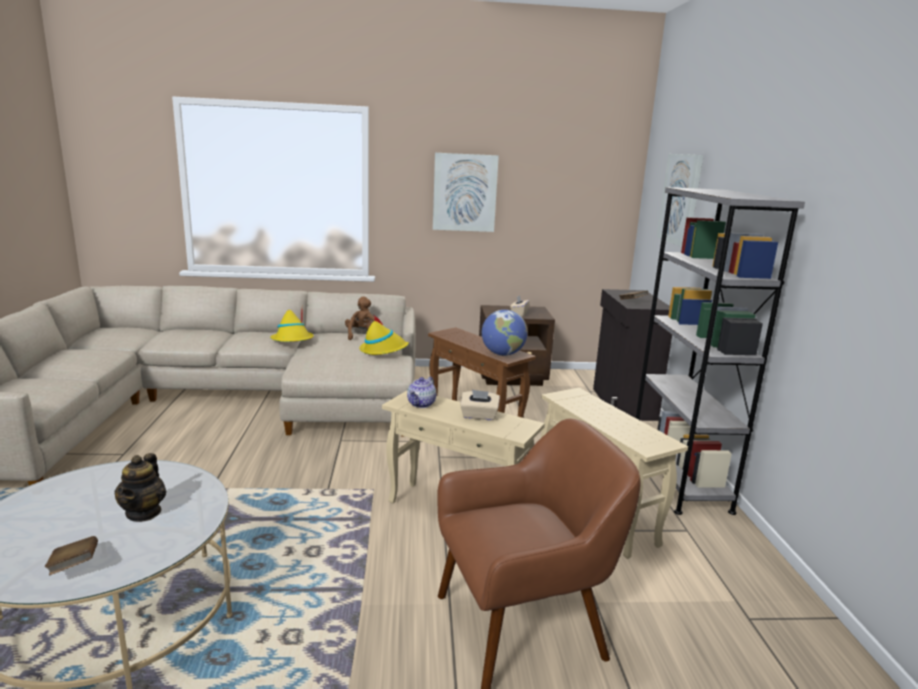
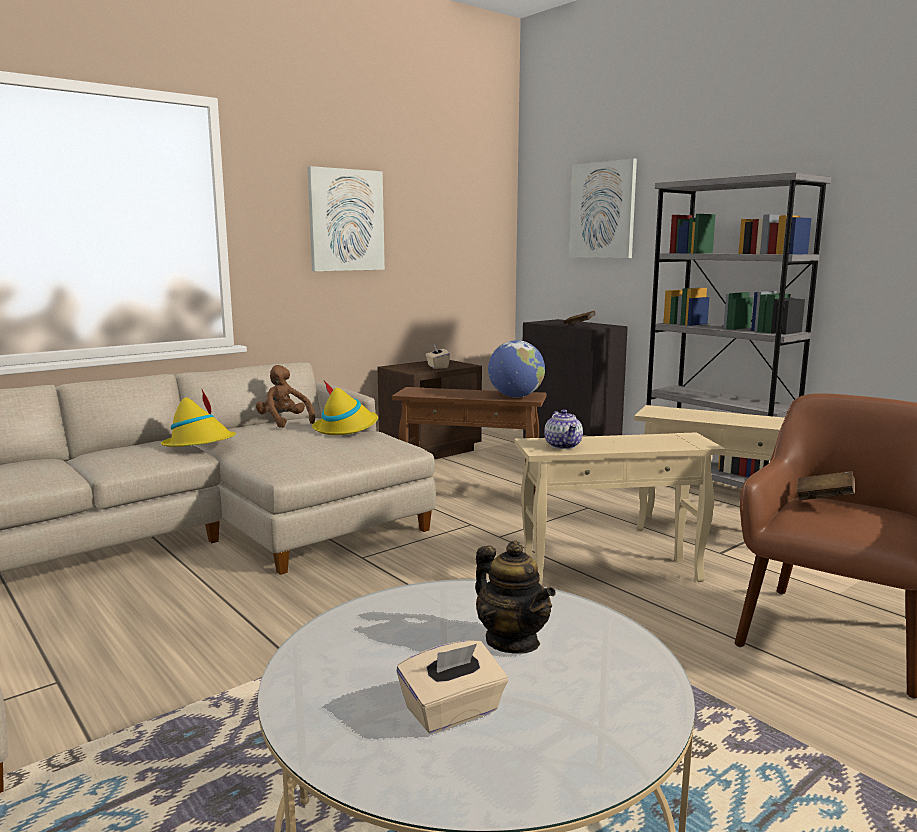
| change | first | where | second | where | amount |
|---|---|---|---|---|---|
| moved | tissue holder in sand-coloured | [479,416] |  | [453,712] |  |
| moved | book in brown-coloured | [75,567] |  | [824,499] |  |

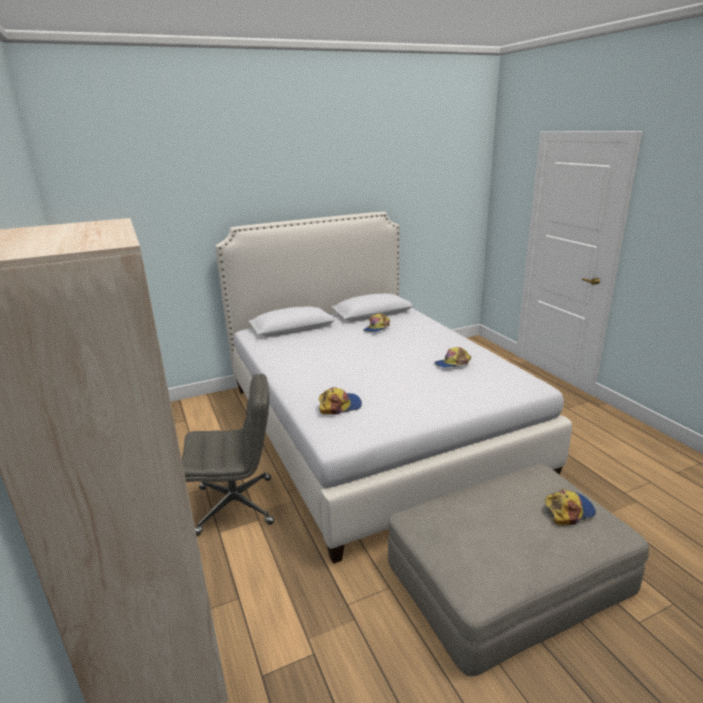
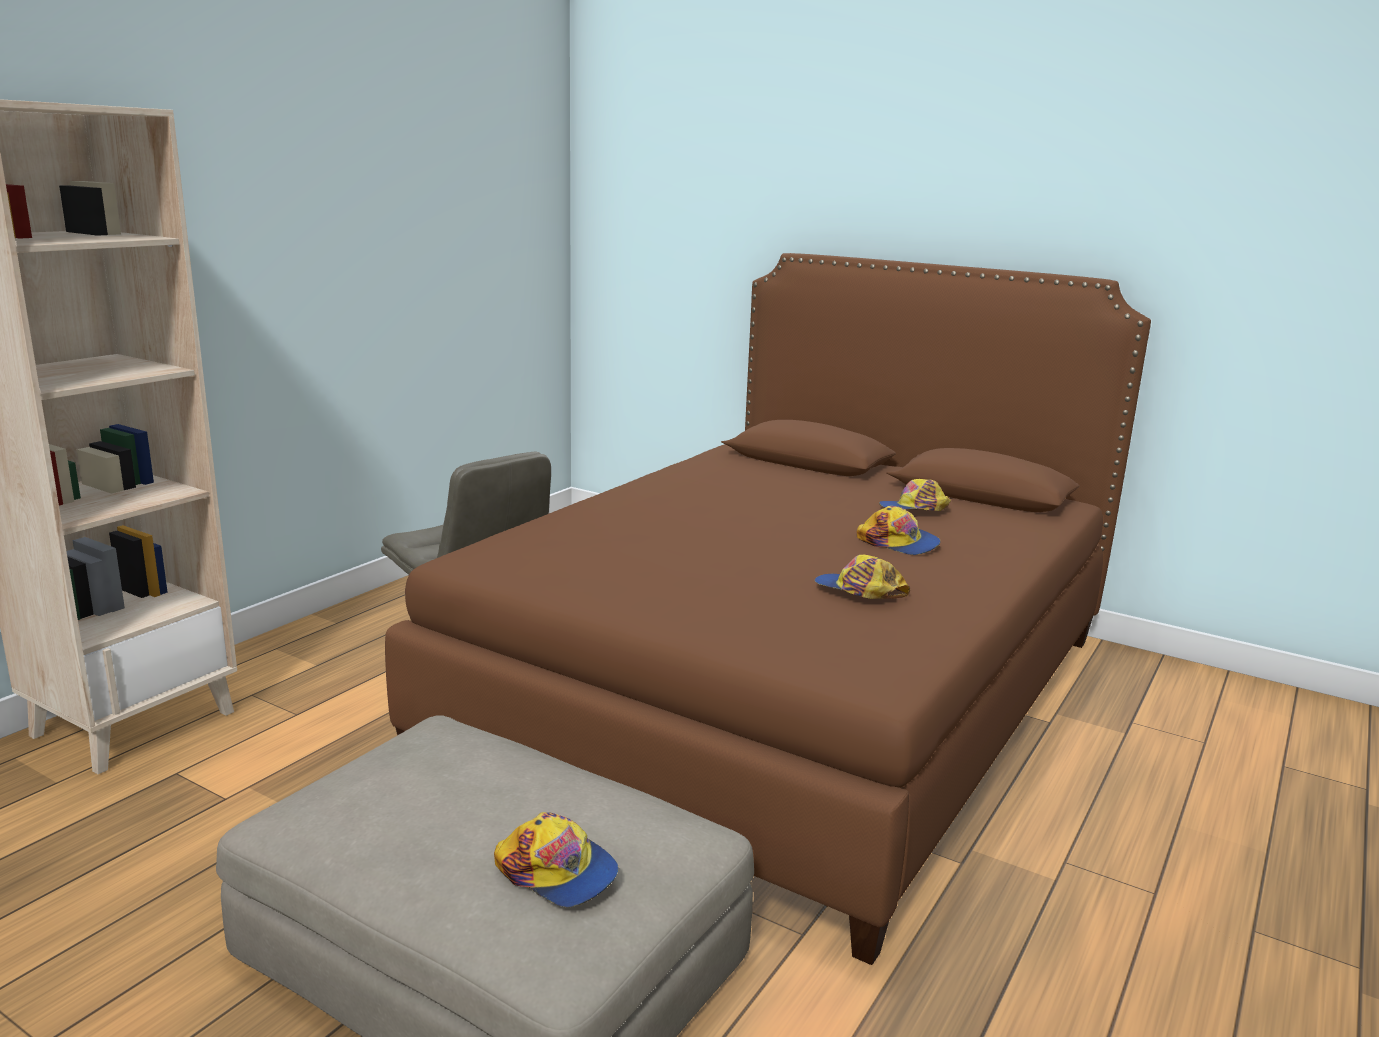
| change | first | where | second | where | amount |
|---|---|---|---|---|---|
| recoloured | sleeping bed in whitish | [371,428] | sleeping bed in brown-coloured | [789,693] |  |
| moved | cap | [340,405] |  | [899,543] |  |

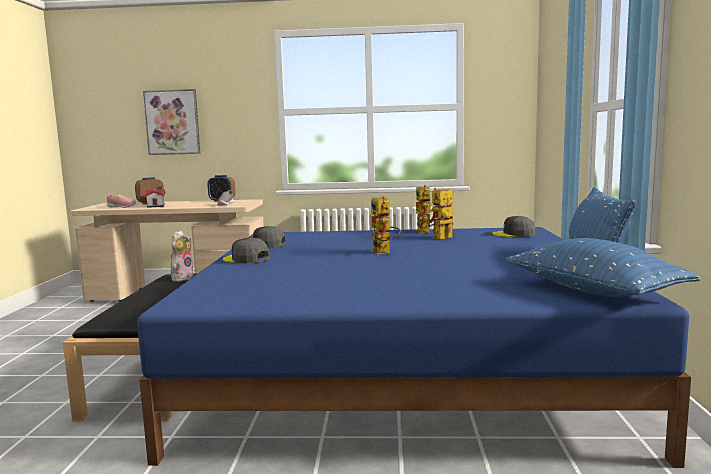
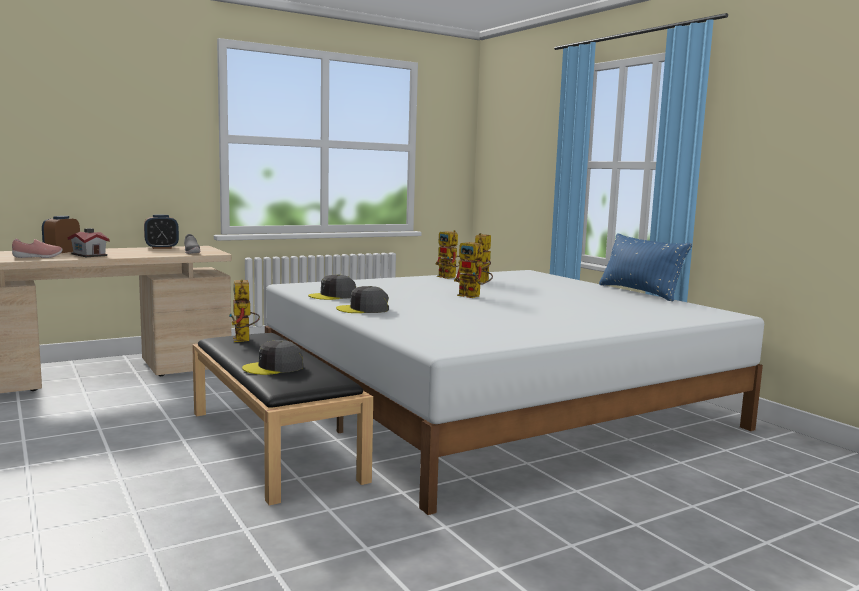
| change | first | where | second | where | amount |
|---|---|---|---|---|---|
| replaced | cuddly toy | [182,278] | toy robot | [244,340] |  |
| moved | cap in gray | [514,234] |  | [274,367] |  |
| recoloured | sleeping bed in bluish | [401,367] | sleeping bed in whitish | [493,405] |  |
| removed | wall art | [172,122] |  |  |  |
| removed | pillow in bluish | [593,291] |  |  |  |

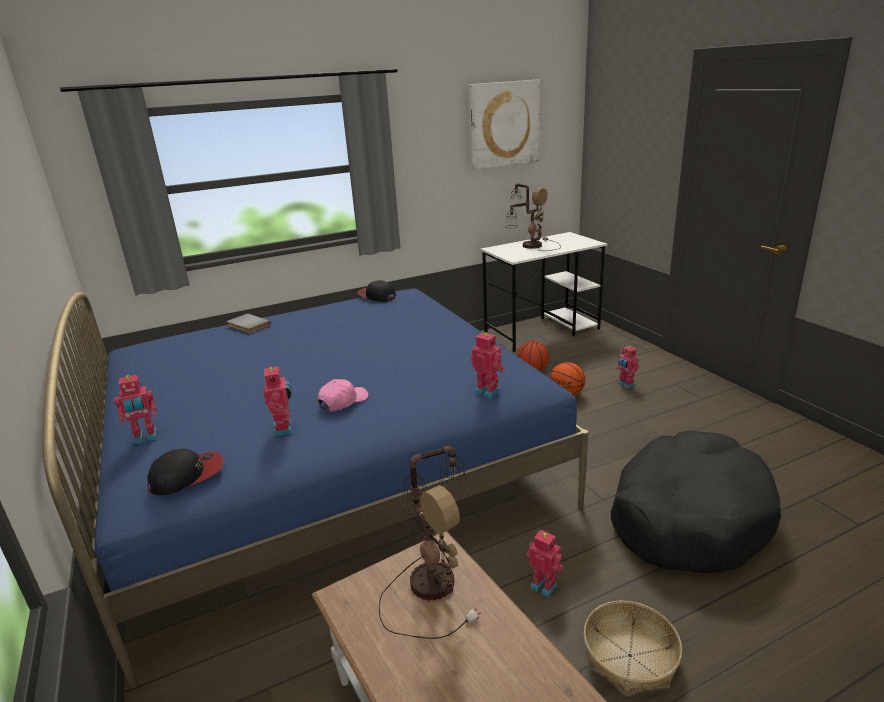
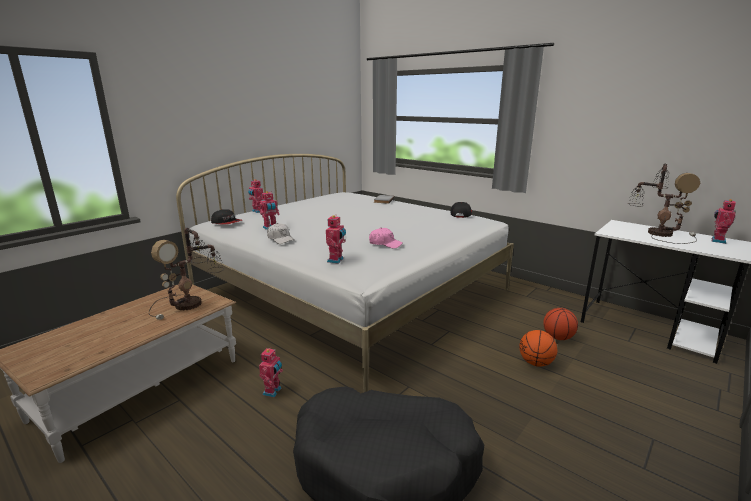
| change | first | where | second | where | amount |
|---|---|---|---|---|---|
| recoloured | sleeping bed in bluish | [328,469] | sleeping bed in whitish | [352,292] |  |
| added |  |  | cap in whitish | [280,239] |  |
| moved | cap in pinkish | [343,401] |  | [385,244] |  |
| moved | toy robot | [625,384] |  | [717,240] |  |
| removed | wall art | [503,124] |  |  |  |
| removed | storage basket | [629,655] |  |  |  |

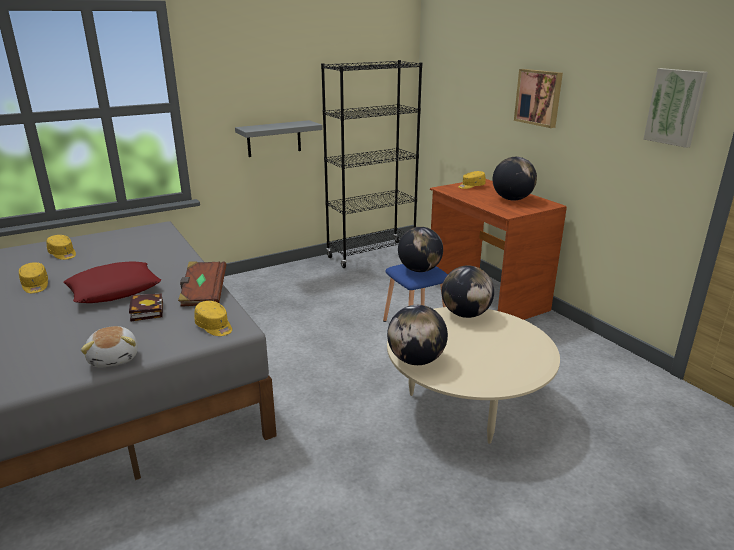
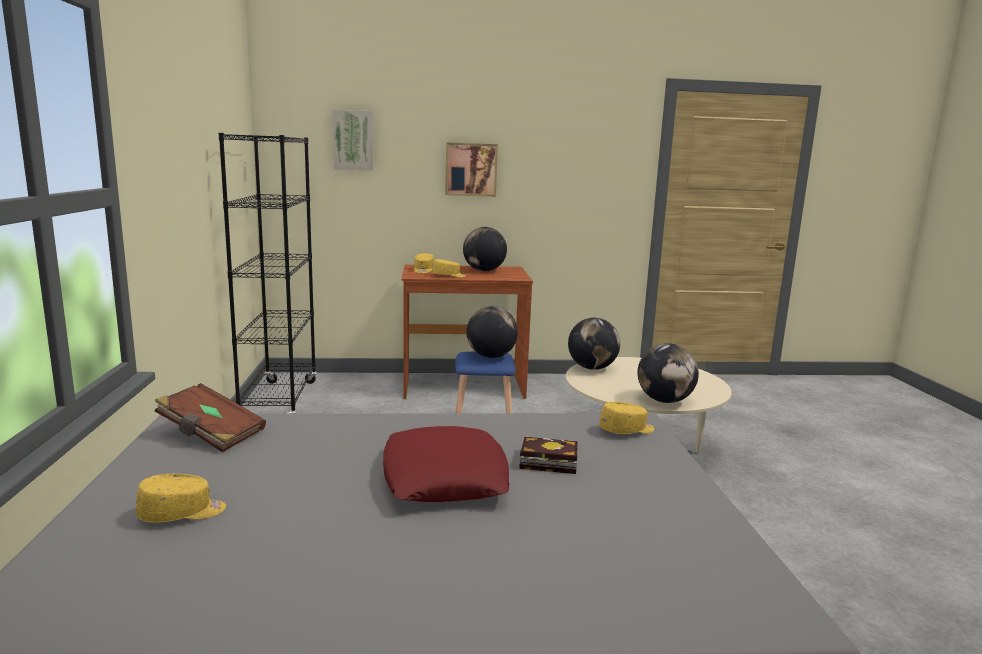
| change | first | where | second | where | amount |
|---|---|---|---|---|---|
| moved | book in brown-coloured | [203,294] |  | [211,434] |  |
| moved | wall art | [675,107] |  | [353,140] |  |
| moved | cap in yellowish | [35,285] |  | [449,276] |  |
| removed | cuddly toy | [115,358] |  |  |  |
| removed | wall shelf in gray | [274,138] |  |  |  |

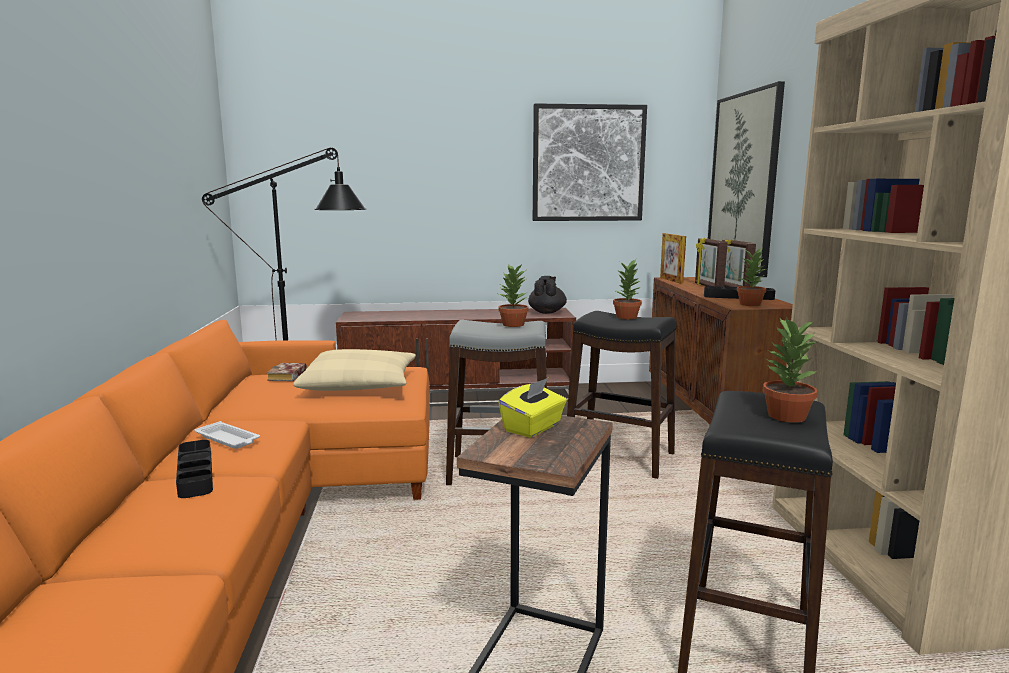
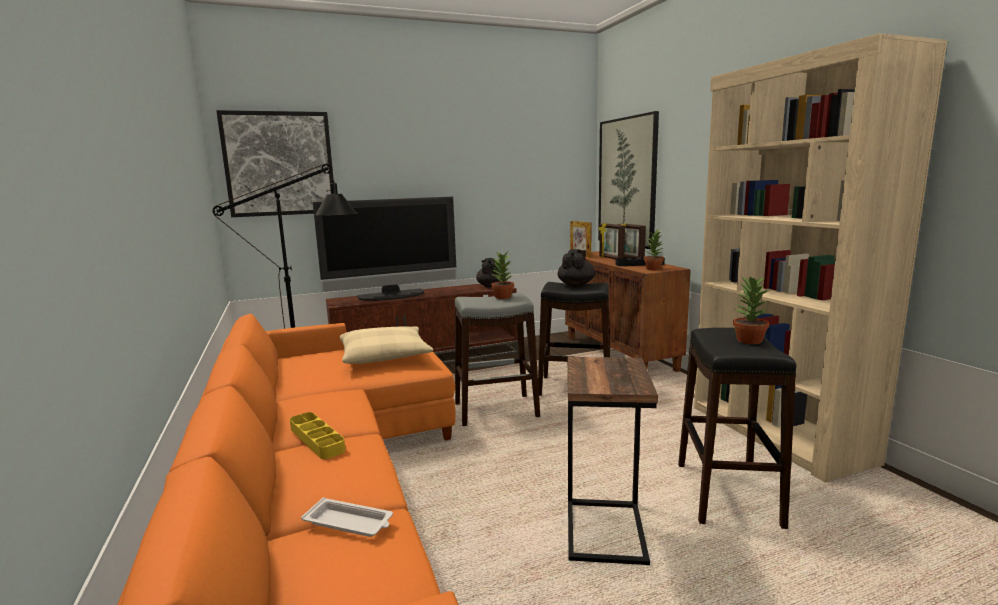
| change | first | where | second | where | amount |
|---|---|---|---|---|---|
| moved | wall art | [588,163] |  | [279,164] |  |
| recoloured | carrying tray in black-coloured | [195,473] | carrying tray in yellowish | [317,439] |  |
| moved | carrying tray in whitish | [228,439] |  | [349,523] |  |
| added |  |  | TV | [392,296] |  |
| replaced | houseplant | [627,317] | tea pot in black-coloured | [576,285] |  |
| removed | book | [288,376] |  |  |  |
| removed | tissue holder in yellowish | [533,428] |  |  |  |

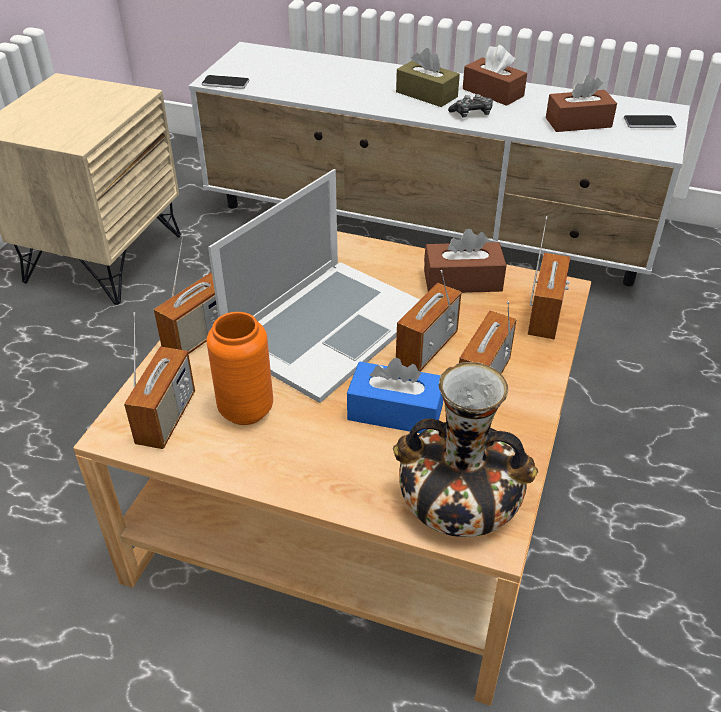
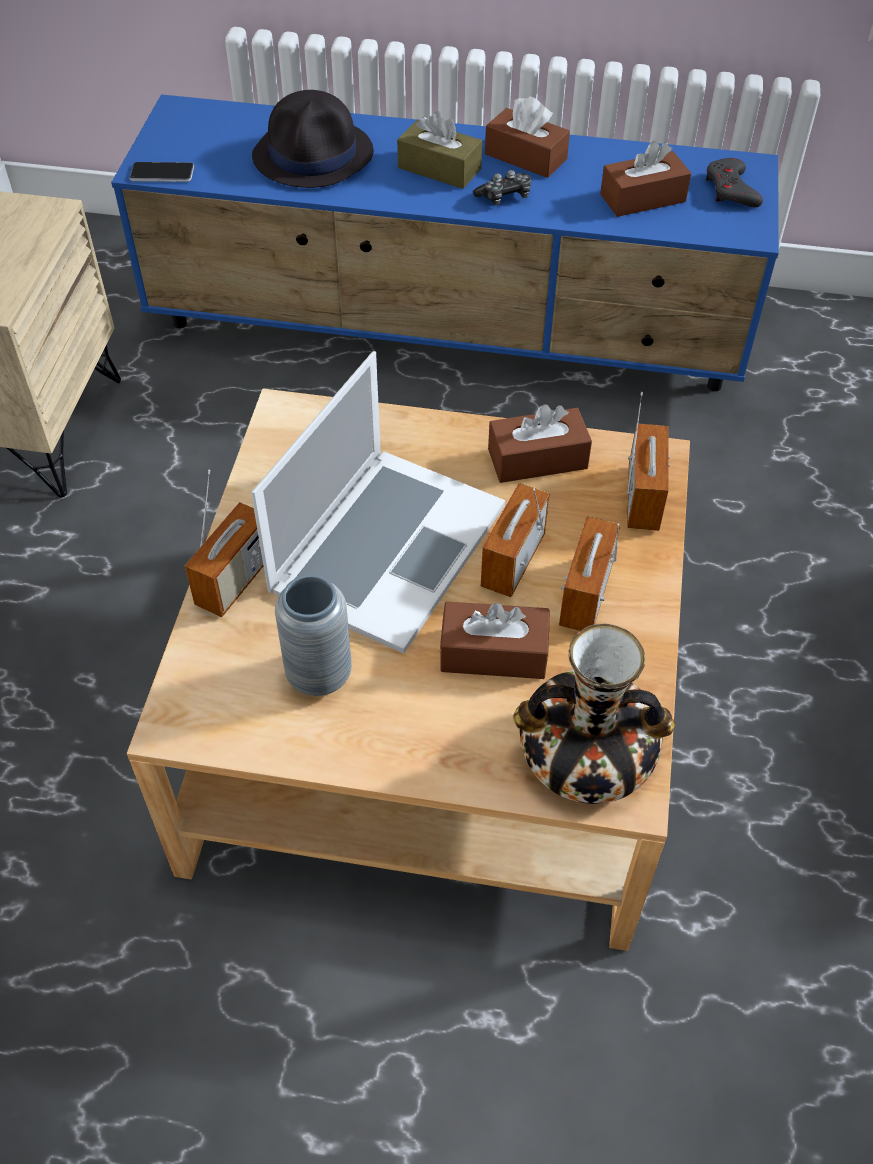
| change | first | where | second | where | amount |
|---|---|---|---|---|---|
| recoloured | media console in whitish | [427,230] | media console in bluish | [449,334] |  |
| added |  |  | wearable hat in black-coloured | [314,155] |  |
| recoloured | vase in orangey | [246,410] | vase in gray | [319,675] |  |
| recoloured | tissue holder in bluish | [395,412] | tissue holder in brown-coloured | [493,653] |  |
| replaced | telephone | [649,123] | joypad in gray | [731,189] |  |
| removed | radio set | [166,418] |  |  |  |

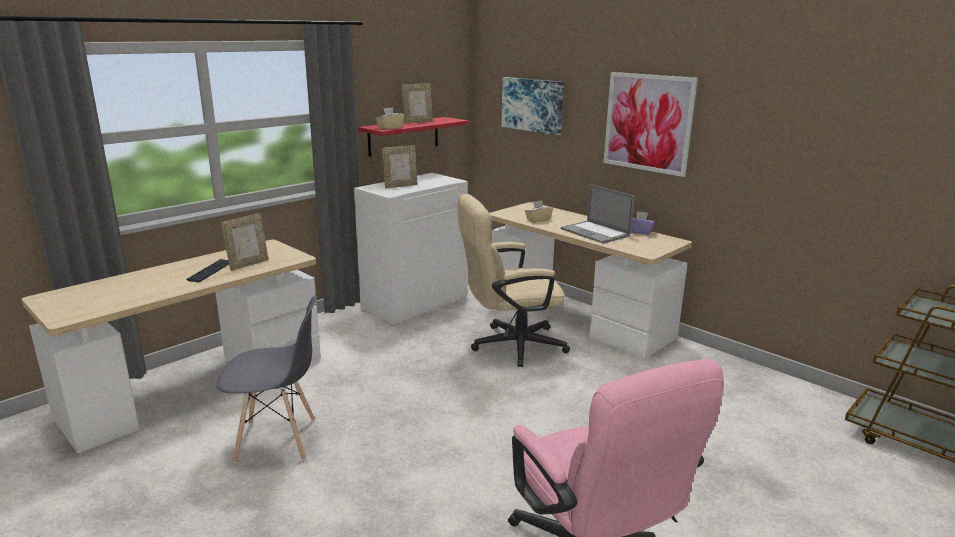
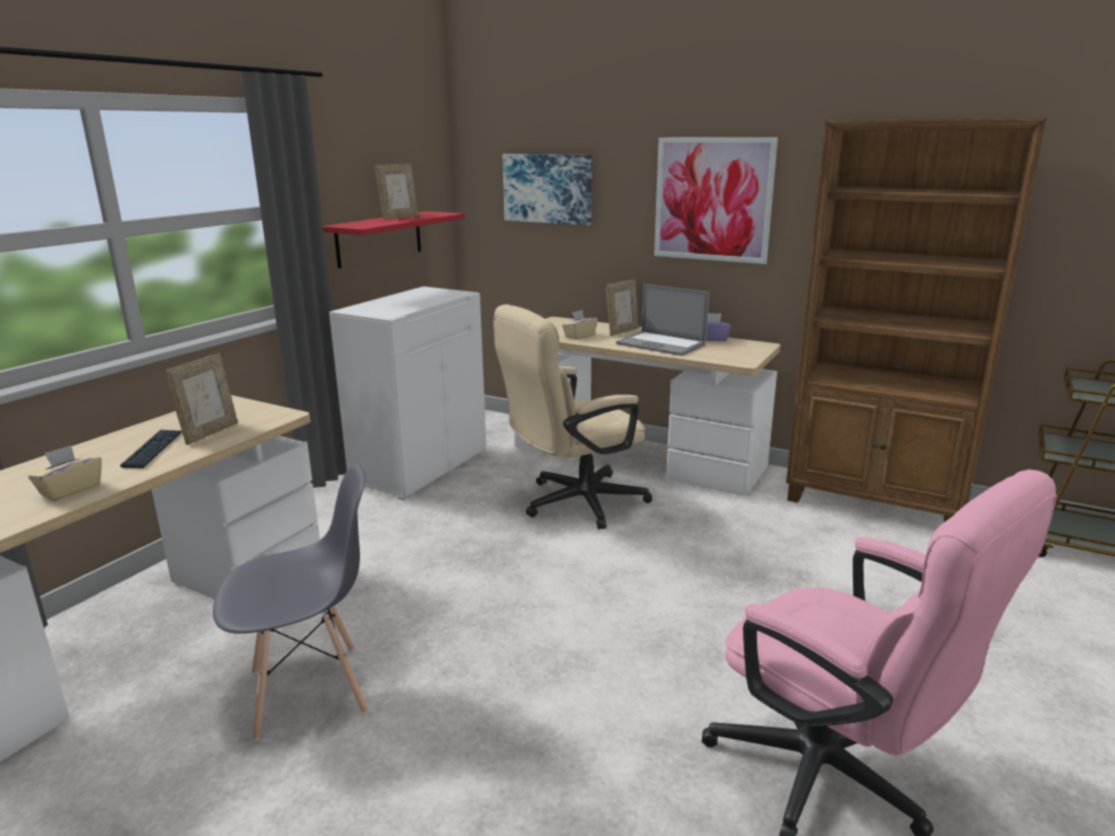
| change | first | where | second | where | amount |
|---|---|---|---|---|---|
| moved | tissue holder in sand-coloured | [390,128] |  | [70,490] |  |
| moved | standing frame | [400,186] |  | [622,331] |  |
| added |  |  | bookcase in brown-coloured | [875,503] |  |

